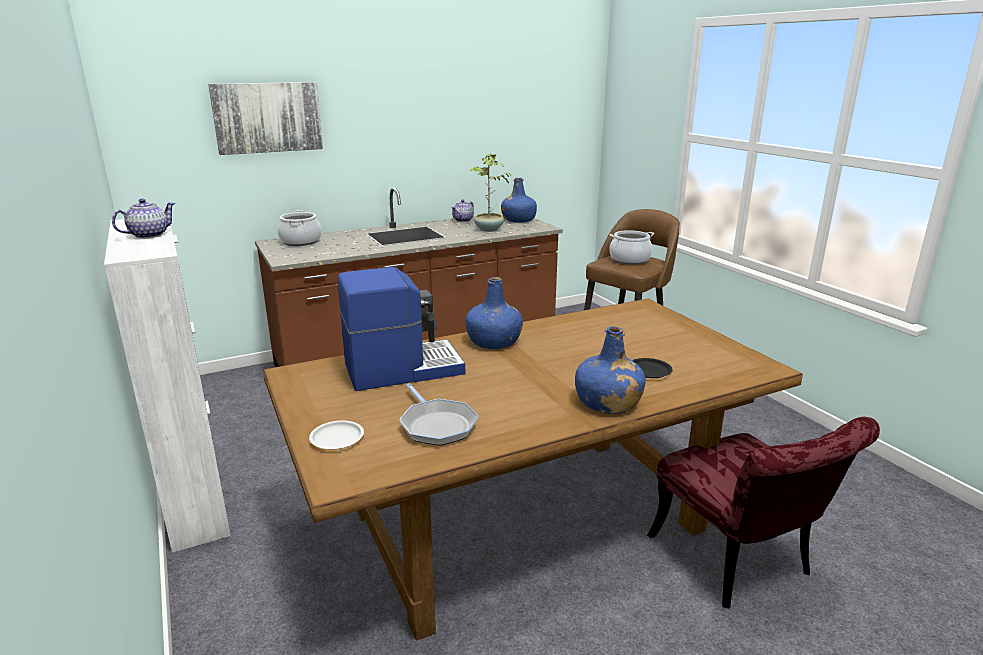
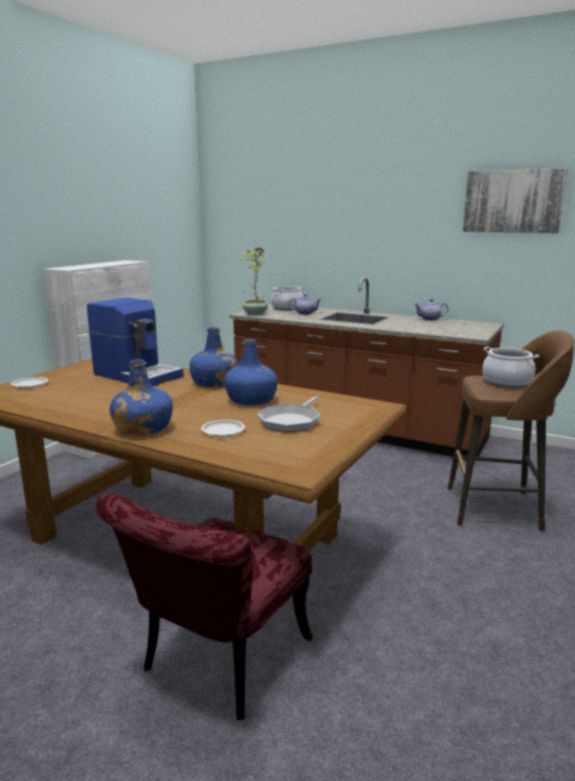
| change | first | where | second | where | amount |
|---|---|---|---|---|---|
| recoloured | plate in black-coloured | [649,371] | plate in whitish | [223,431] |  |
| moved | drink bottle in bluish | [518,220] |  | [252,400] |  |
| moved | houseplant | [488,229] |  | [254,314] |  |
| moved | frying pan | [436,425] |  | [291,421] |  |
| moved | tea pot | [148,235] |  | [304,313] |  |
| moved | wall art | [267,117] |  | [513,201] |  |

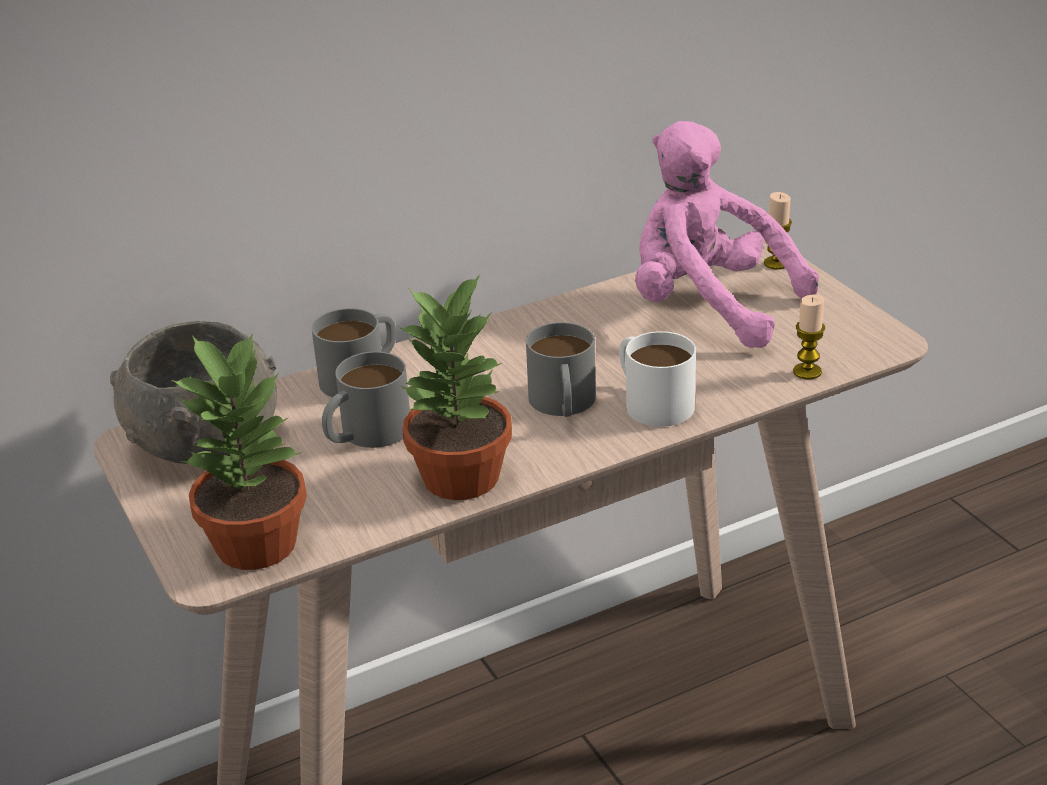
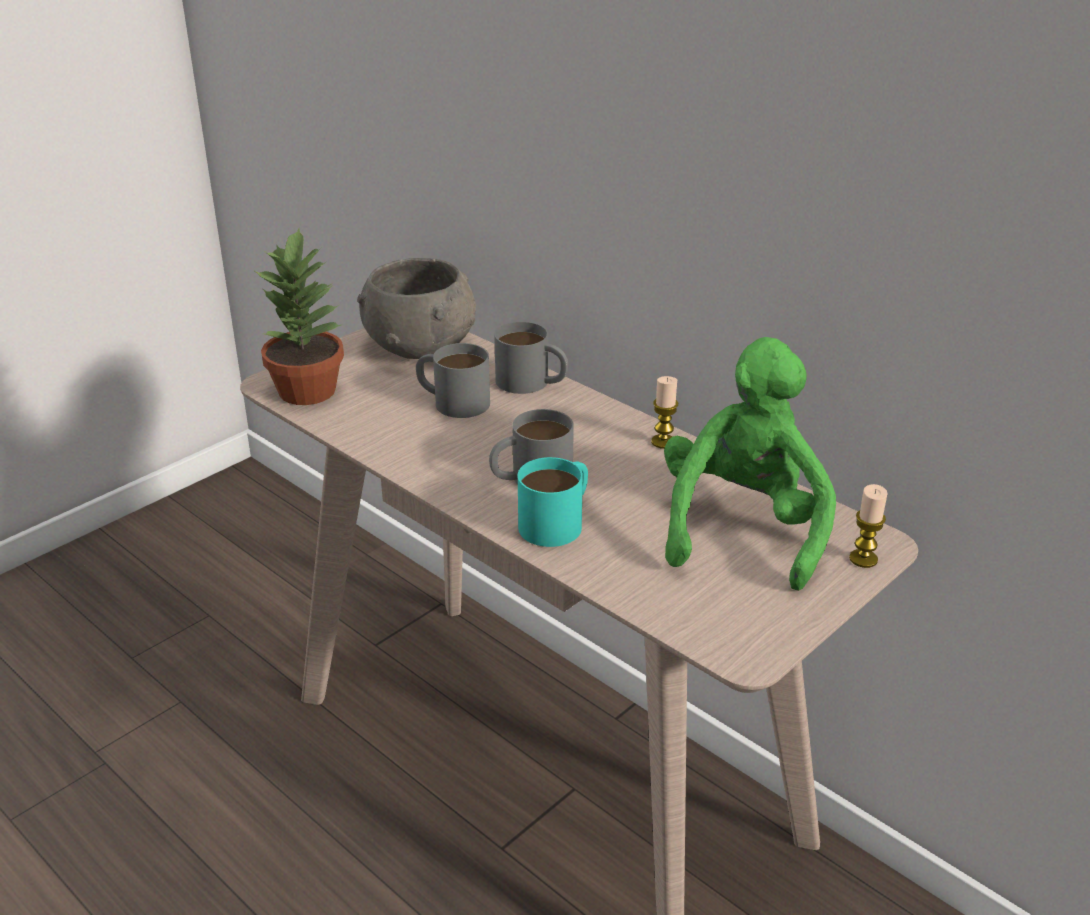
| change | first | where | second | where | amount |
|---|---|---|---|---|---|
| recoloured | tea mug in whitish | [651,400] | tea mug in blue-green | [558,521] |  |
| moved | candle | [807,372] |  | [663,442] |  |
| recoloured | cuddly toy in pinkish | [708,307] | cuddly toy in green | [742,528] |  |
| removed | houseplant | [463,478] |  |  |  |

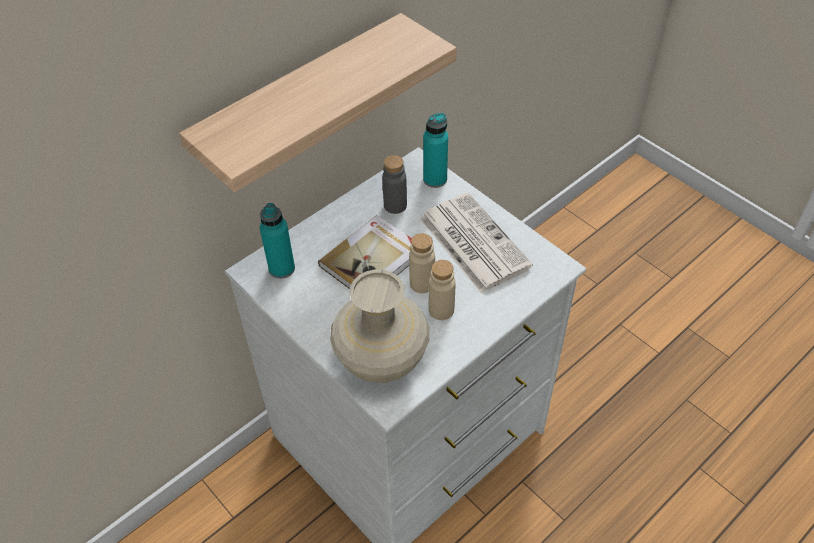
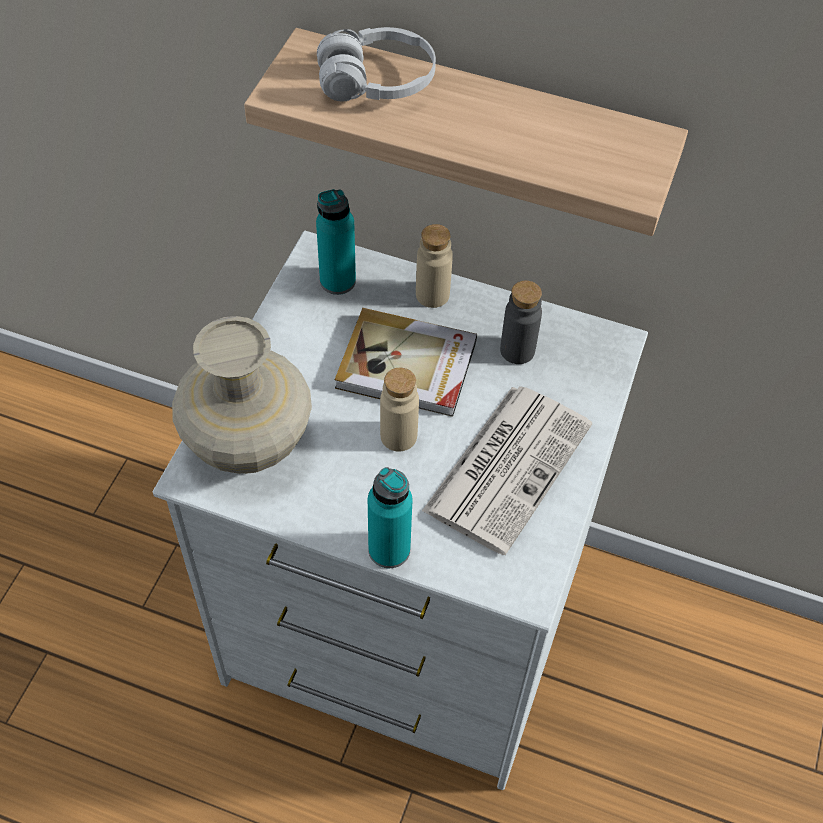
| change | first | where | second | where | amount |
|---|---|---|---|---|---|
| added |  |  | headphones in whitish | [376,82] |  |
| moved | drink bottle in blue-green | [435,179] |  | [389,550] |  |
| moved | drink bottle in sand-coloured | [441,310] |  | [432,295] |  |

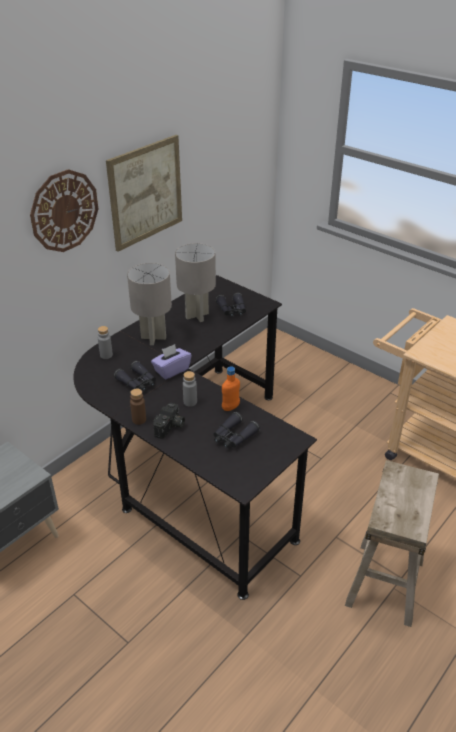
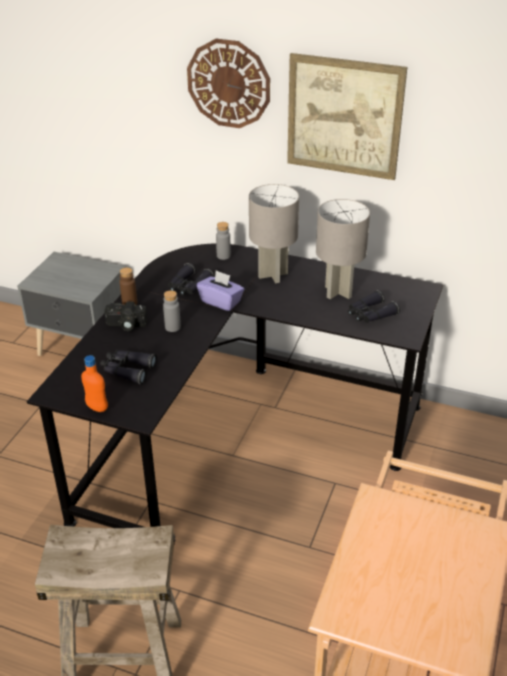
| change | first | where | second | where | amount |
|---|---|---|---|---|---|
| moved | drink bottle in orangey | [230,407] |  | [97,407] |  |

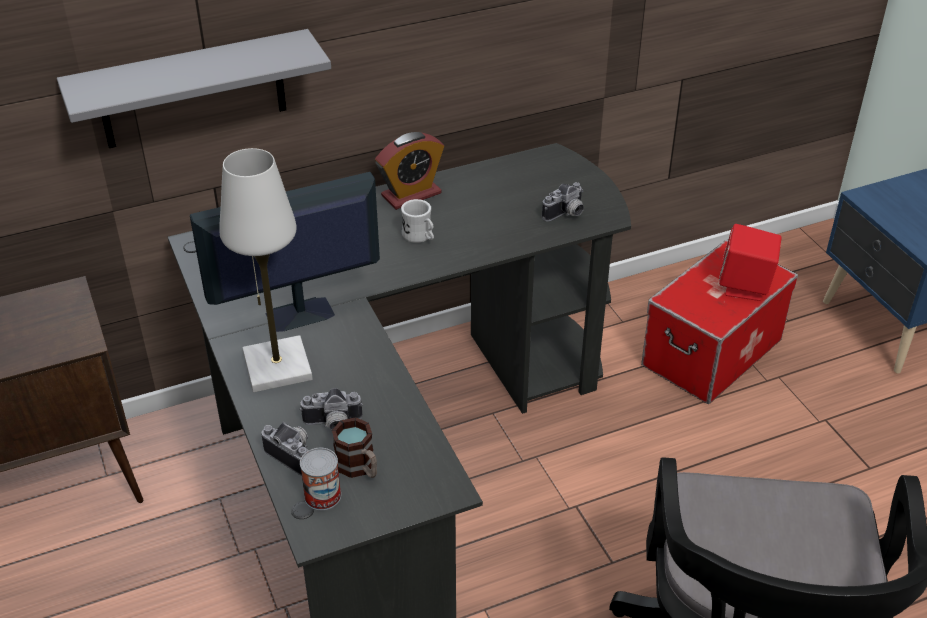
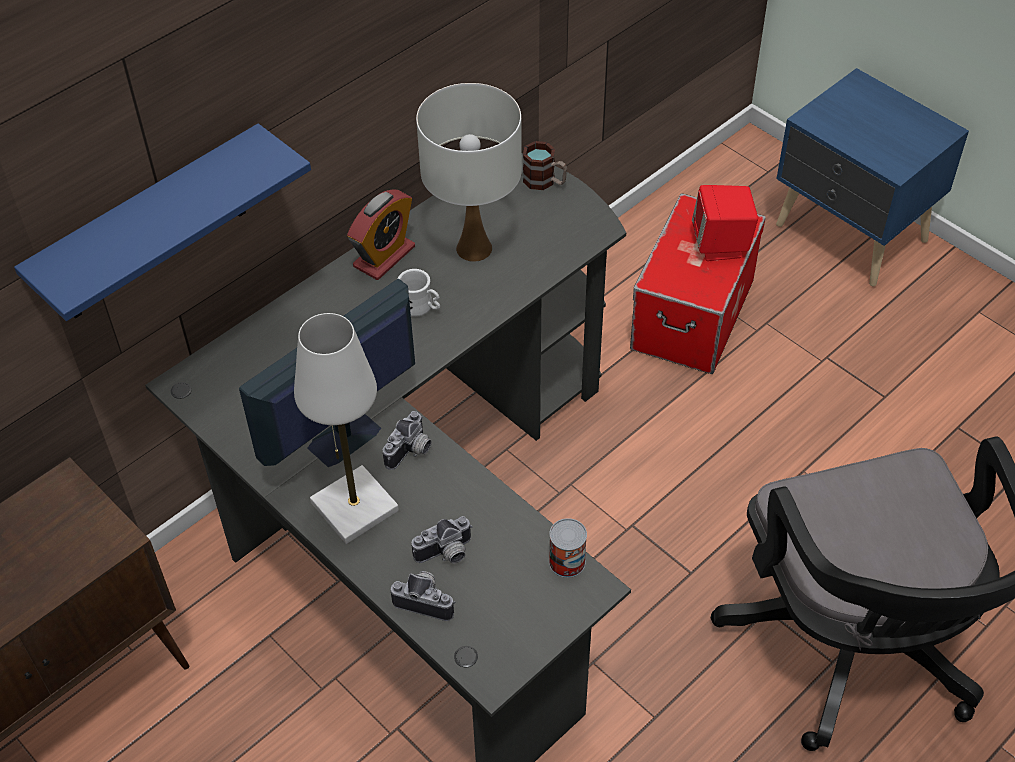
| change | first | where | second | where | amount |
|---|---|---|---|---|---|
| recoloured | wall shelf in gray | [192,90] | wall shelf in bluish | [151,227] |  |
| moved | photo camera | [566,214] |  | [411,452] |  |
| added |  |  | tabletop lamp in whitish | [474,248] |  |
| moved | tea mug | [359,468] |  | [545,181] |  |
| moved | can | [322,496] |  | [567,562] |  |

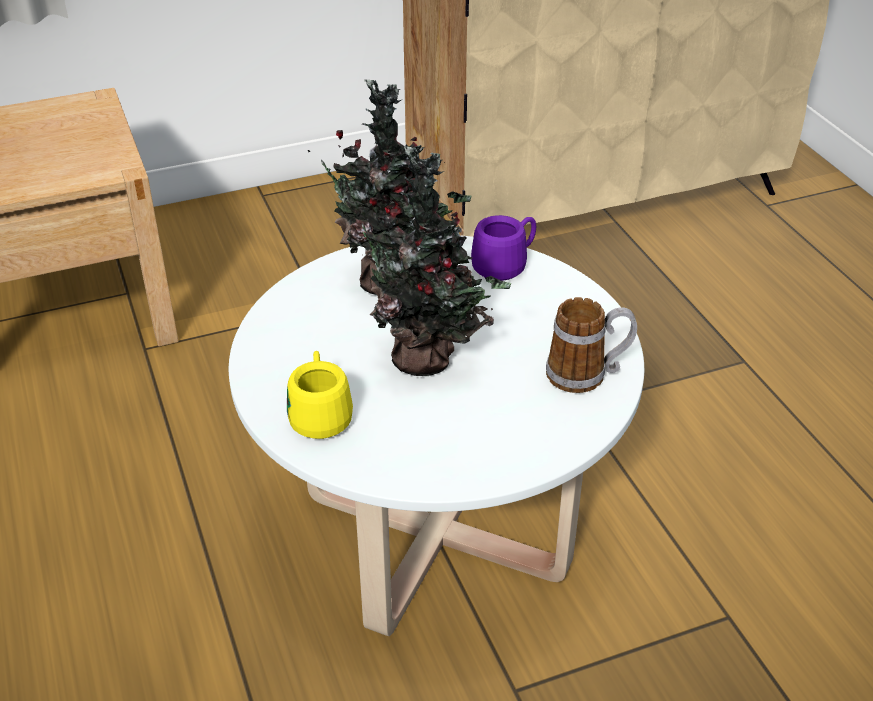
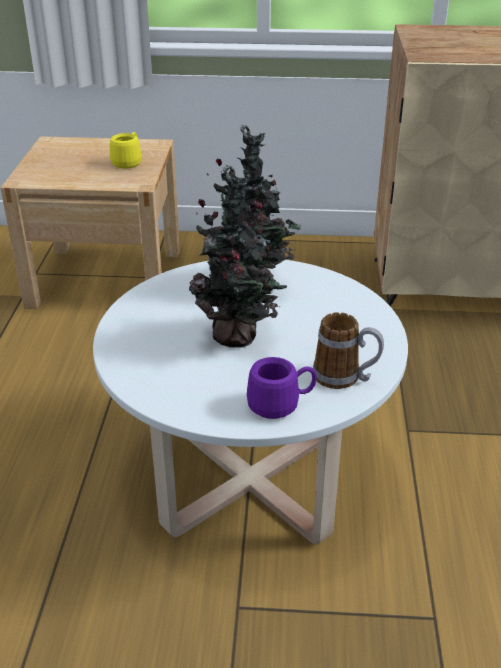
| change | first | where | second | where | amount |
|---|---|---|---|---|---|
| moved | tea mug in yellowish | [320,414] |  | [129,162] |  |
| moved | tea mug in purple | [506,265] |  | [281,404] |  |

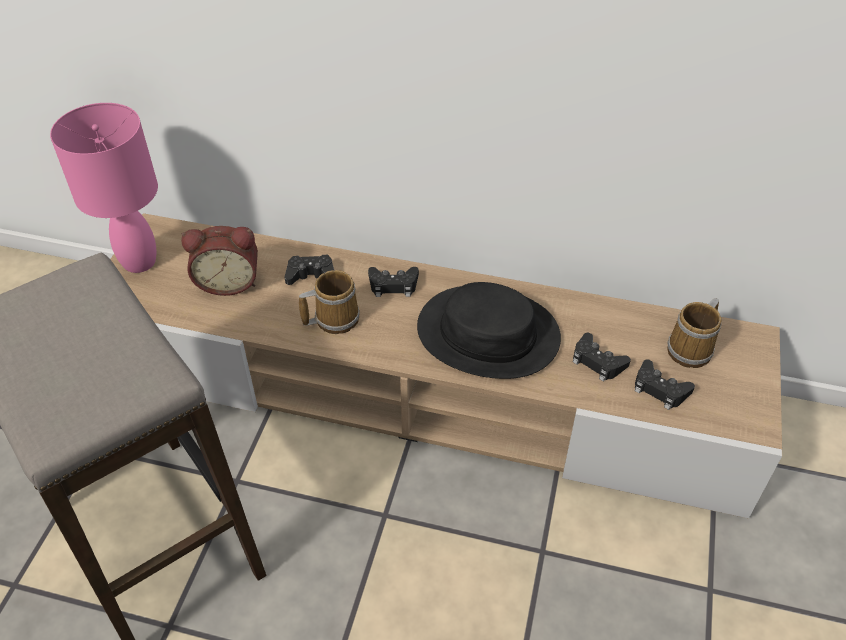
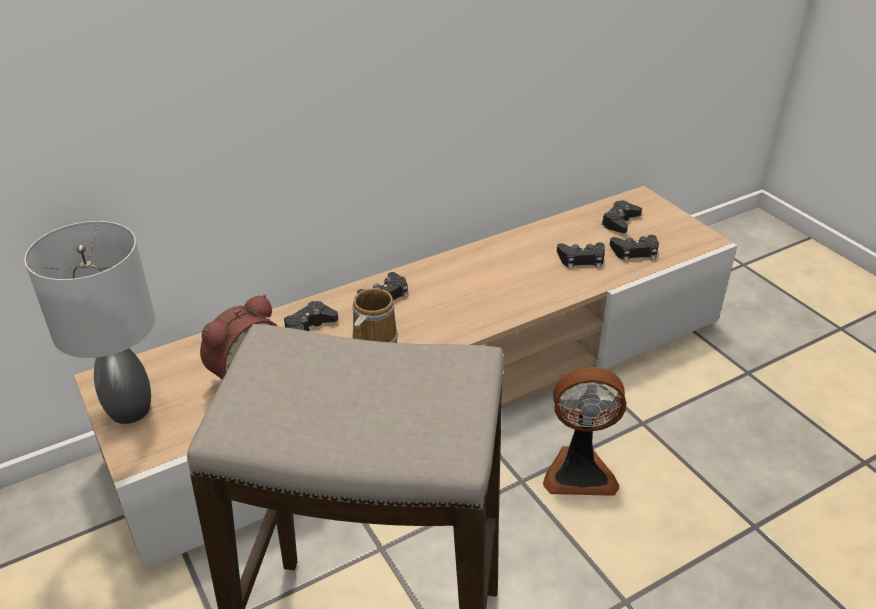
| change | first | where | second | where | amount |
|---|---|---|---|---|---|
| recoloured | tabletop lamp in pinkish | [140,261] | tabletop lamp in gray | [131,409] |  |
| added |  |  | cooling fan | [579,471] |  |
| replaced | tea mug | [692,349] | joypad in black-coloured | [620,222] |  |
| removed | wearable hat in black-coloured | [488,333] |  |  |  |

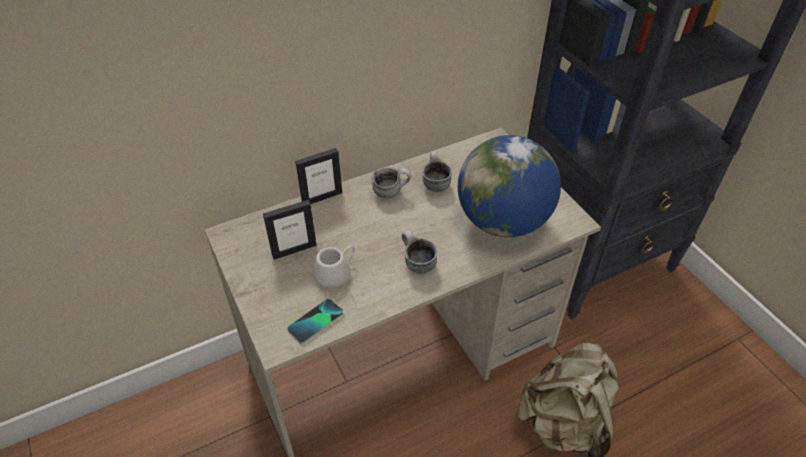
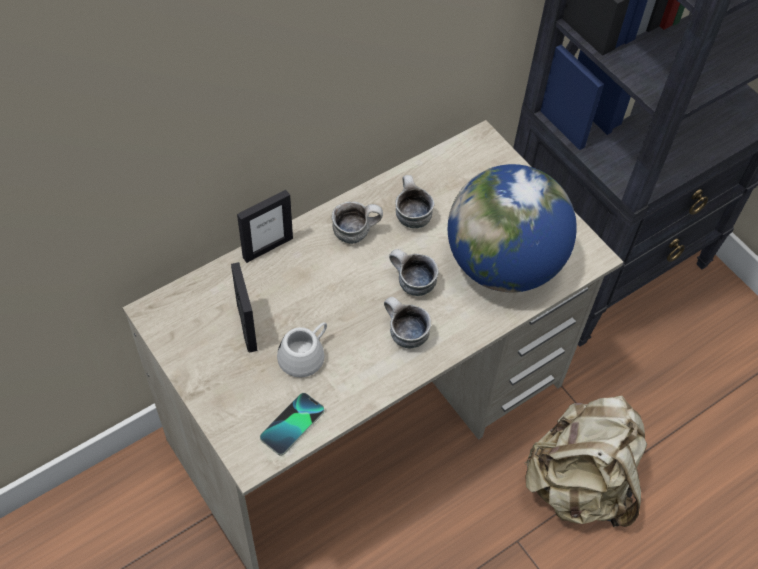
| change | first | where | second | where | amount |
|---|---|---|---|---|---|
| turned | standing frame | [294,250] |  | [246,328] | 75 degrees counterclockwise |
| added |  |  | tea mug | [410,283] |  |

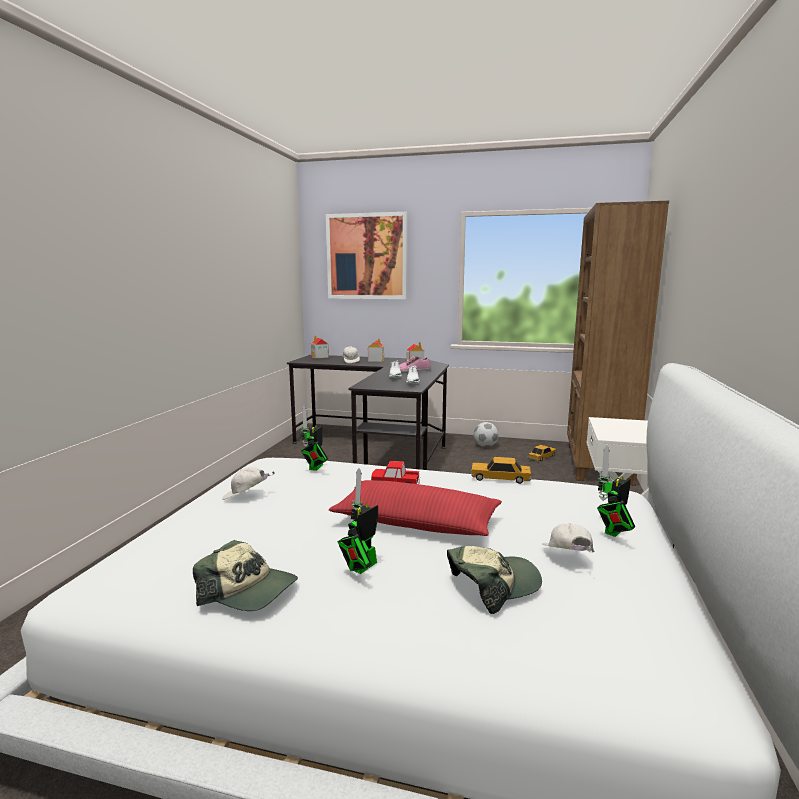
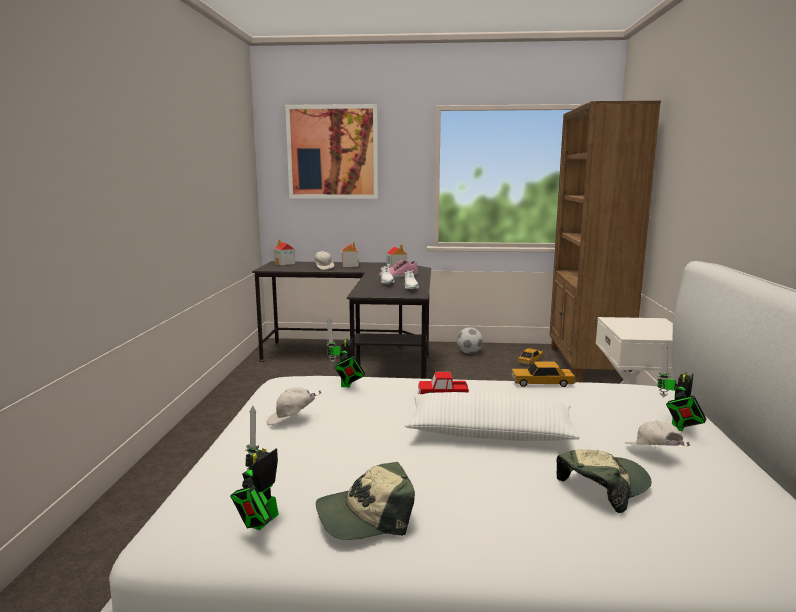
| change | first | where | second | where | amount |
|---|---|---|---|---|---|
| moved | toy robot | [361,568] |  | [260,523] |  |
| turned | cap | [248,591] |  | [366,516] | 150 degrees clockwise |
| recoloured | pillow in red | [416,522] | pillow in whitish | [490,433] |  |

